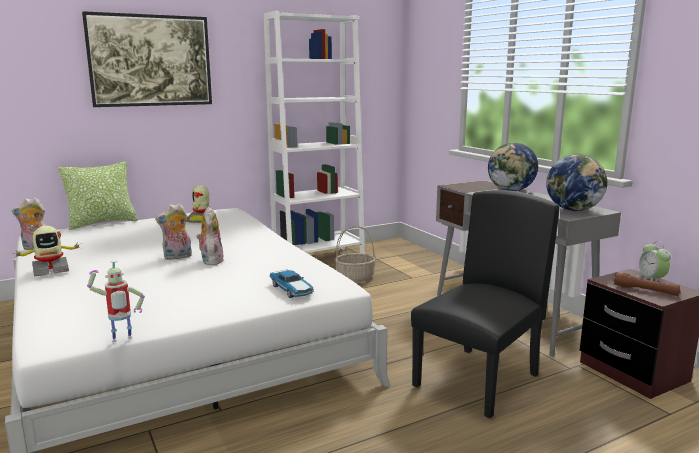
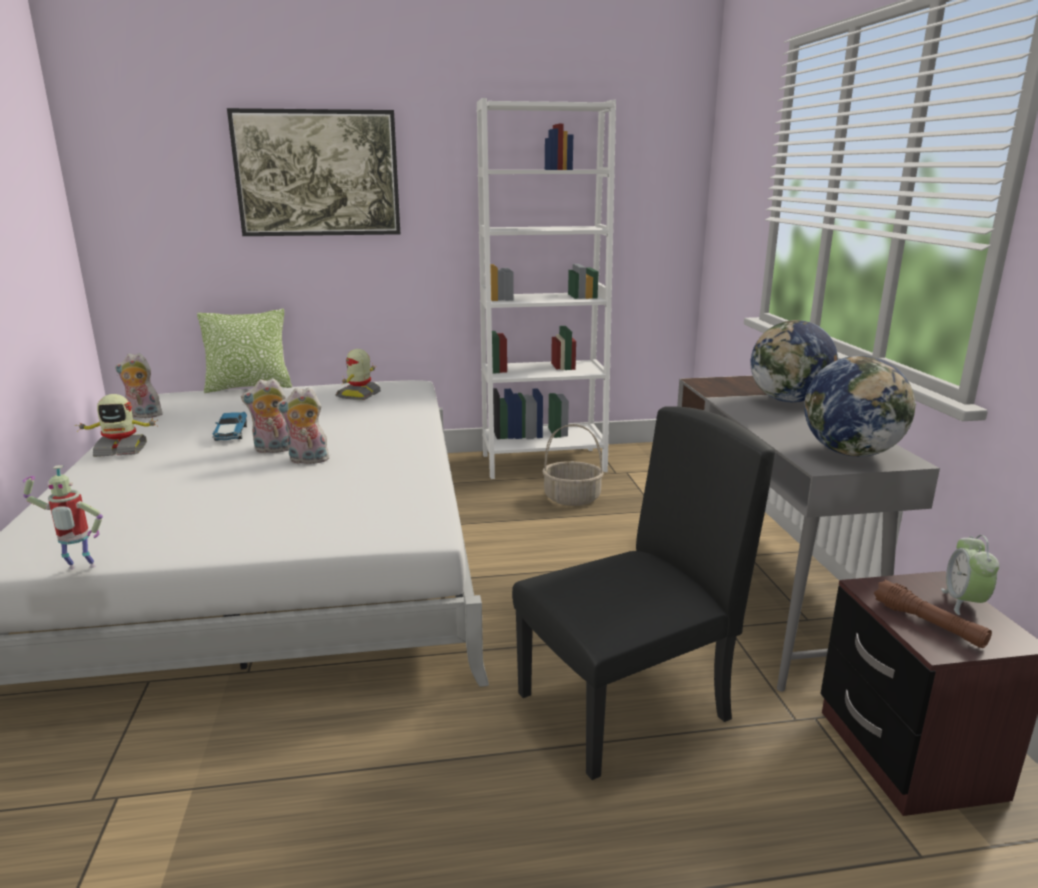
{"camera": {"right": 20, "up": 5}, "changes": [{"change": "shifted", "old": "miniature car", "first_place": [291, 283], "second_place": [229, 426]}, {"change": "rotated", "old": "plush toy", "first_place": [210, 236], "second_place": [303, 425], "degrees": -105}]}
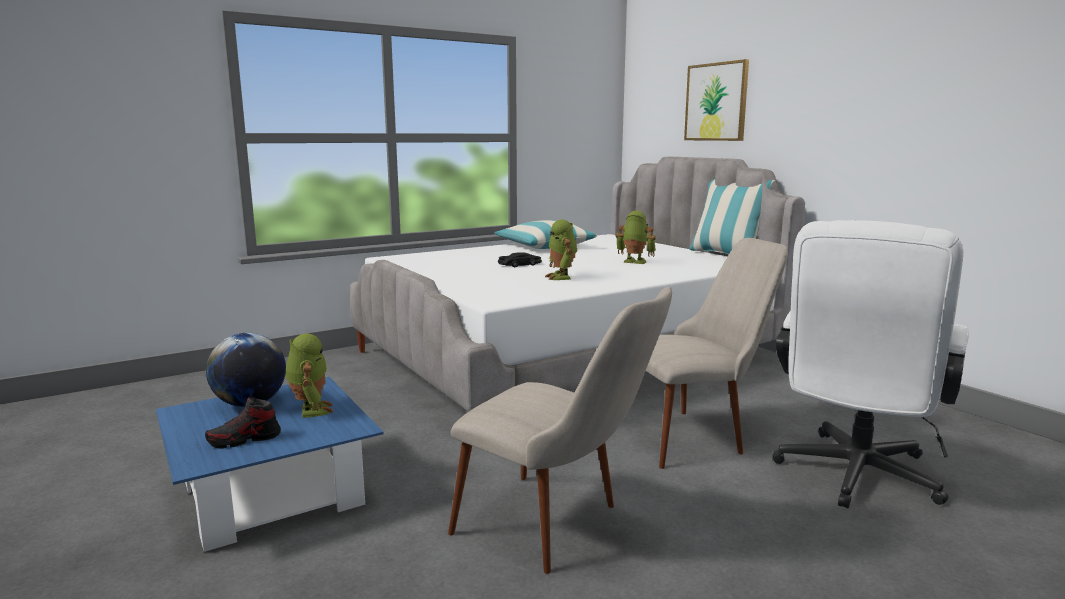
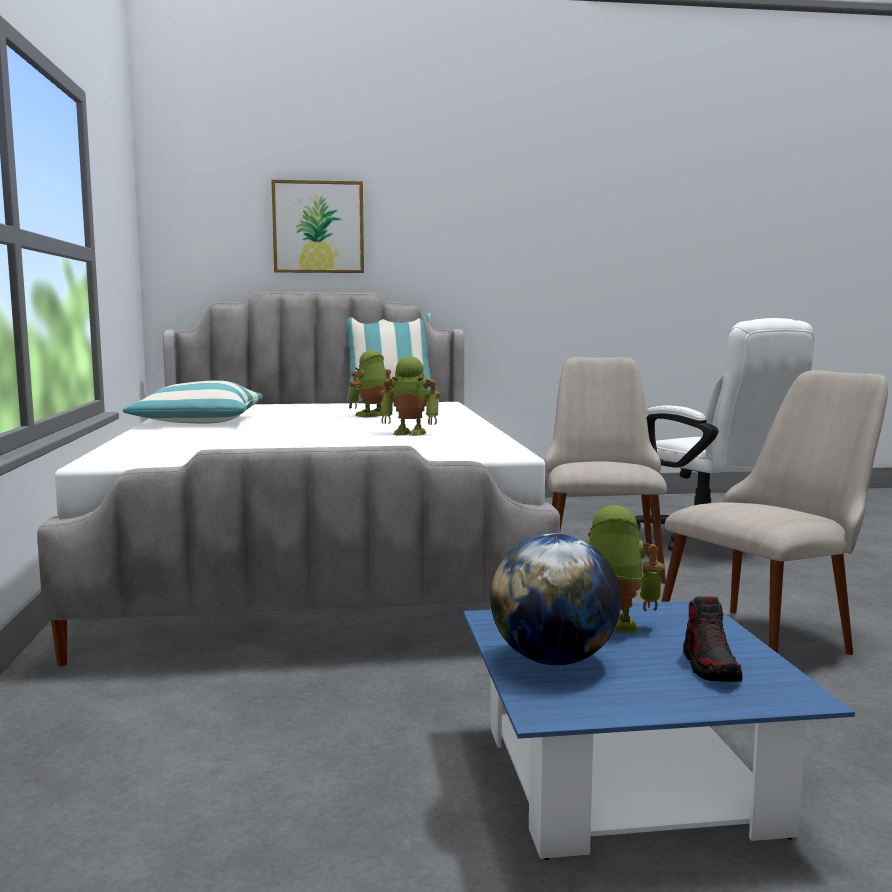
{"camera": {"right": -65, "up": -5}, "changes": [{"change": "gone", "old": "black miniature car", "first_place": [520, 259]}]}
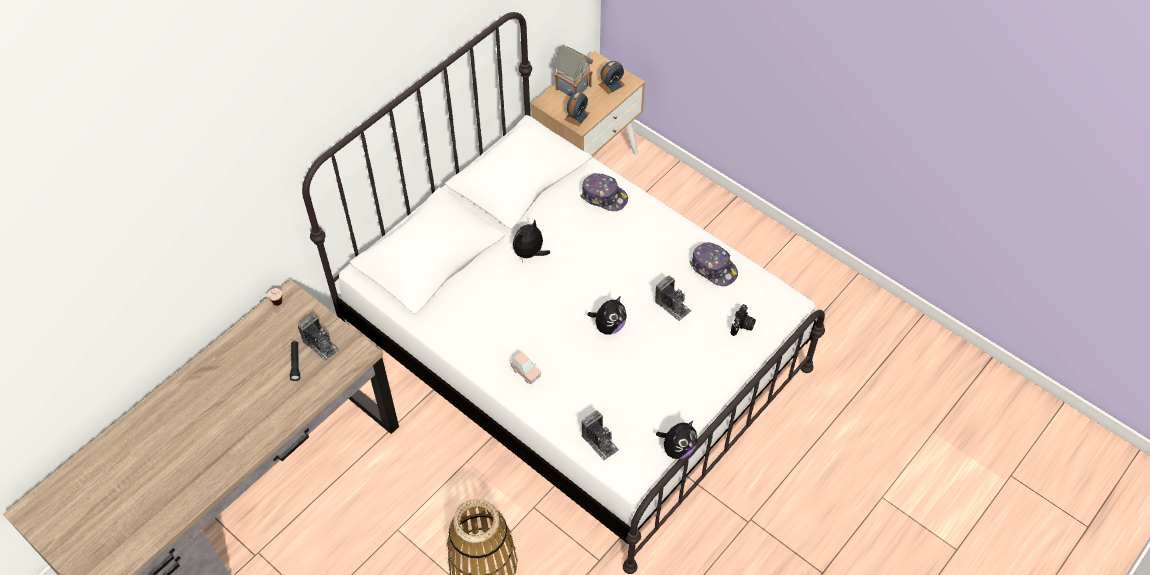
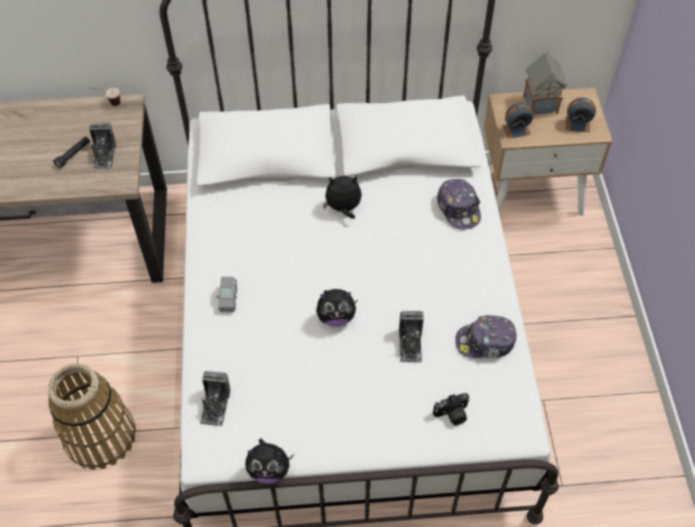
{"camera": {"right": 45, "up": 0}, "changes": [{"change": "repainted", "old": "pink-coloured miniature car", "new": "gray miniature car", "first_place": [525, 368], "second_place": [226, 294]}, {"change": "rotated", "old": "peaked cap", "first_place": [714, 264], "second_place": [486, 336], "degrees": 90}]}
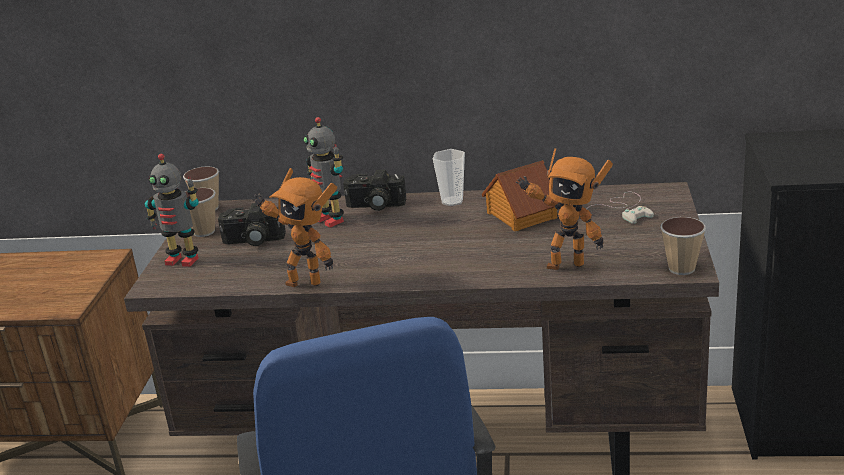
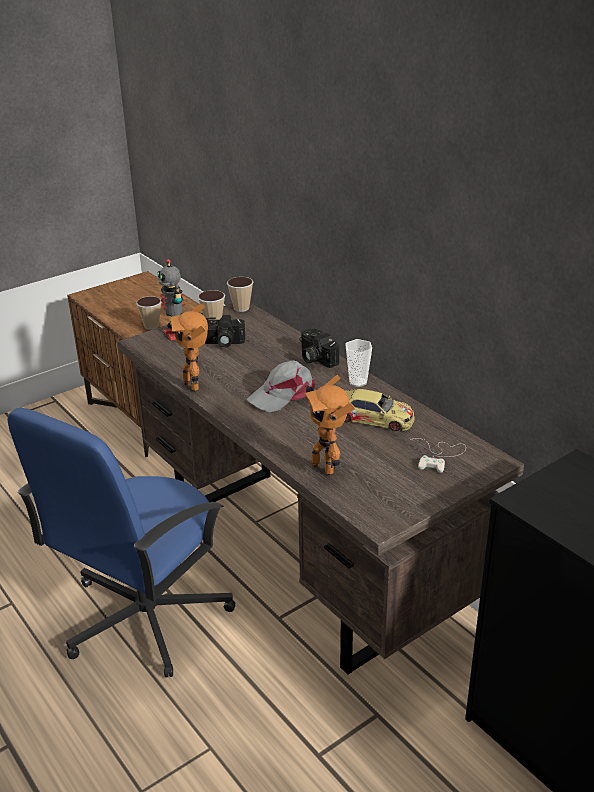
{"camera": {"right": 45, "up": 5}, "changes": [{"change": "shifted", "old": "small cup", "first_place": [683, 246], "second_place": [149, 313]}, {"change": "rotated", "old": "still camera", "first_place": [252, 224], "second_place": [225, 331], "degrees": -45}, {"change": "new", "new": "gray peaked cap", "second_place": [281, 386]}, {"change": "swapped", "old": "miniature house", "new": "miniature car", "first_place": [520, 195], "second_place": [380, 410]}, {"change": "gone", "old": "toy robot", "first_place": [324, 172]}]}
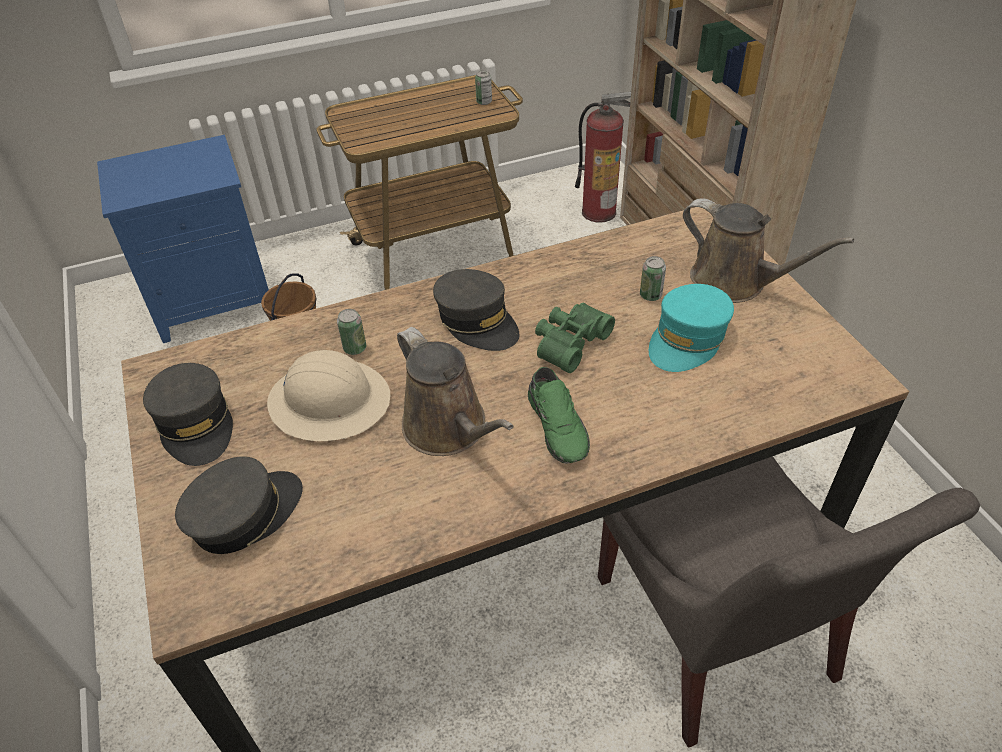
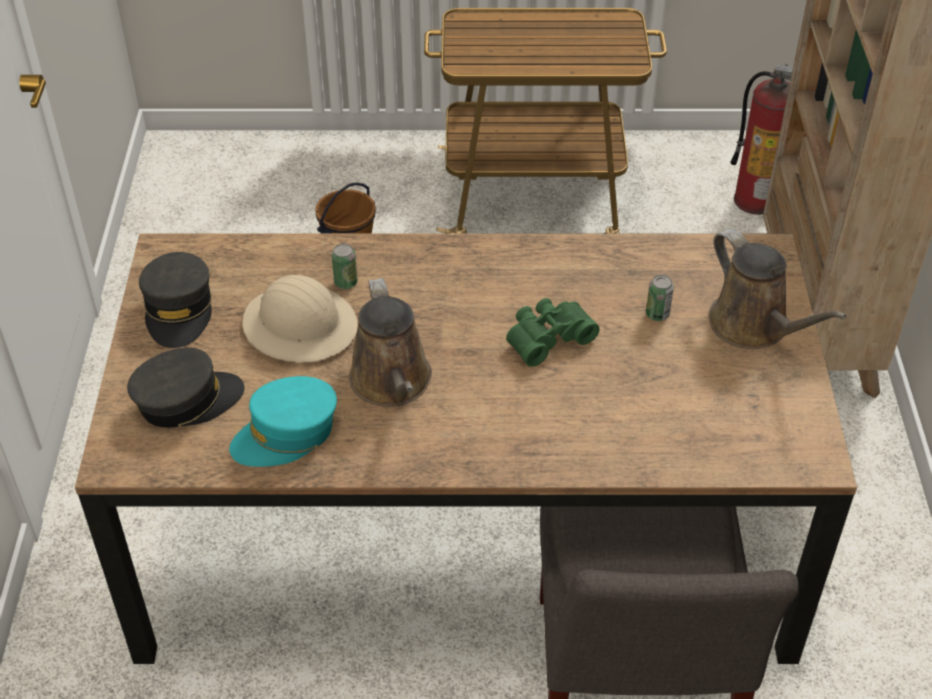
{"camera": {"right": 20, "up": 0}, "changes": [{"change": "shifted", "old": "turquoise-coloured peaked cap", "first_place": [691, 328], "second_place": [283, 421]}, {"change": "gone", "old": "bluish nightstand", "first_place": [183, 239]}, {"change": "gone", "old": "gray peaked cap", "first_place": [476, 310]}, {"change": "gone", "old": "sealed can", "first_place": [483, 88]}, {"change": "gone", "old": "greenish low shoe", "first_place": [559, 415]}]}
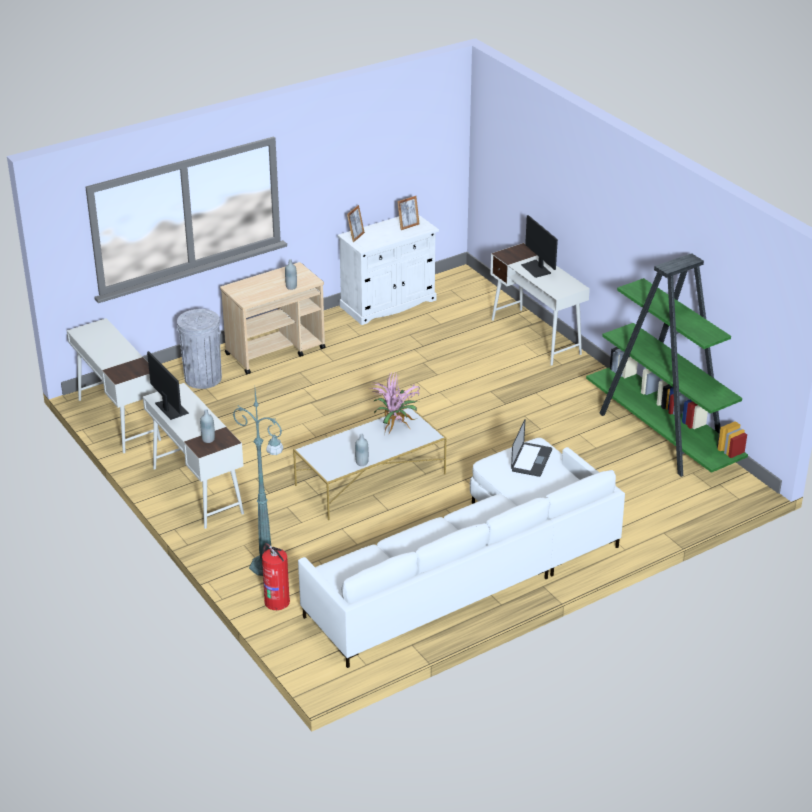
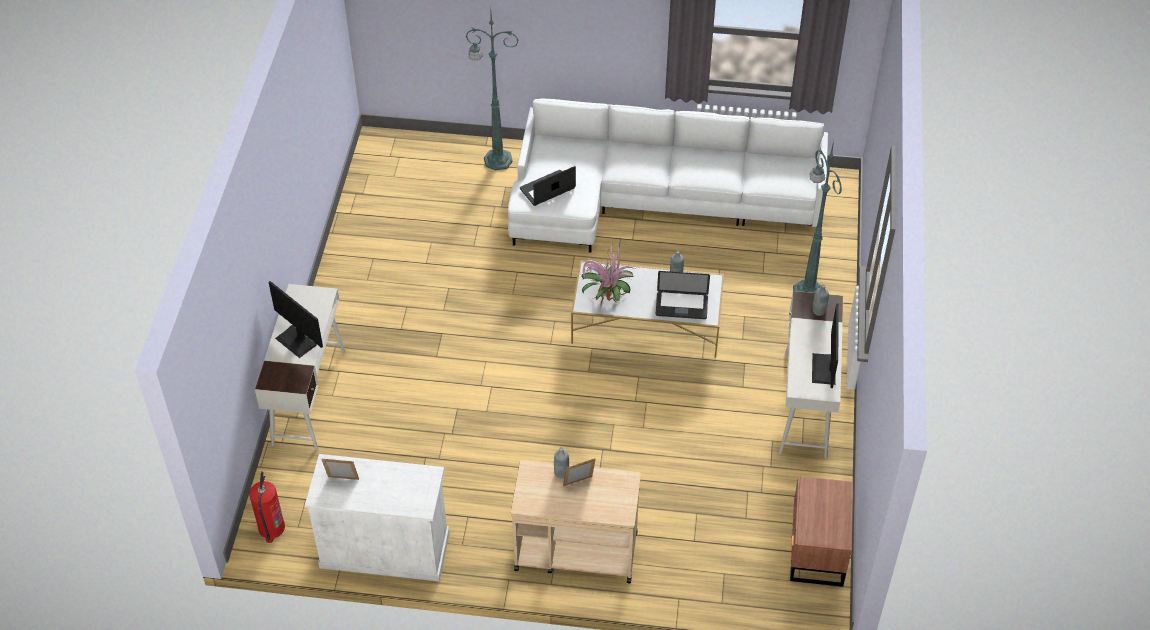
{"camera": {"right": -140, "up": 15}, "changes": [{"change": "shifted", "old": "fire extinguisher", "first_place": [276, 576], "second_place": [267, 507]}, {"change": "rotated", "old": "computer display", "first_place": [539, 246], "second_place": [295, 319], "degrees": 120}, {"change": "new", "new": "greenish standard lamp", "second_place": [492, 87]}, {"change": "shifted", "old": "standing frame", "first_place": [356, 223], "second_place": [579, 472]}, {"change": "new", "new": "notebook computer", "second_place": [683, 295]}, {"change": "swapped", "old": "white-coloured desk unit", "new": "brown-coloured nightstand", "first_place": [114, 385], "second_place": [821, 531]}, {"change": "gone", "old": "gray waste bin", "first_place": [199, 349]}, {"change": "gone", "old": "greenish bookshelf", "first_place": [667, 365]}]}
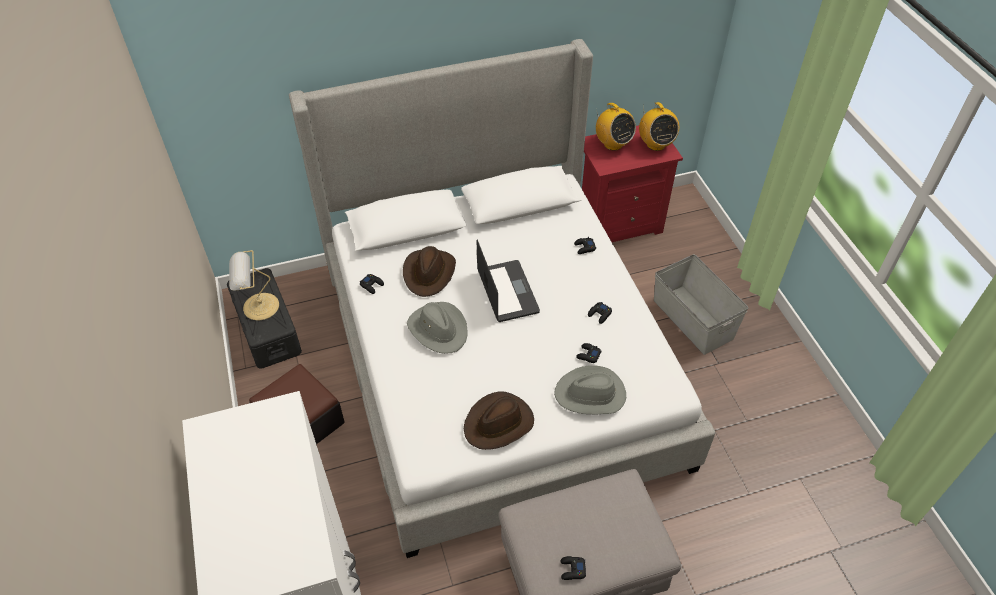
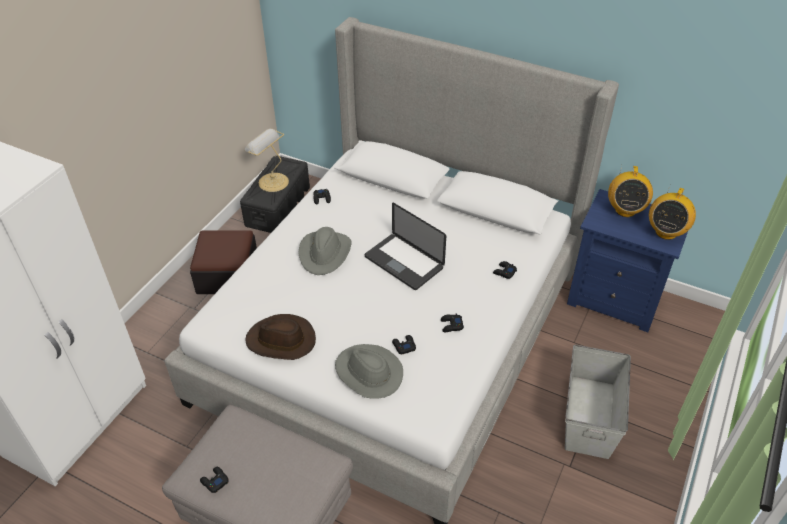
{"camera": {"right": 45, "up": -5}, "changes": [{"change": "rotated", "old": "notebook computer", "first_place": [508, 281], "second_place": [405, 246], "degrees": 105}, {"change": "repainted", "old": "reddish nightstand", "new": "bluish nightstand", "first_place": [632, 183], "second_place": [627, 260]}, {"change": "gone", "old": "brown-coloured hat", "first_place": [429, 271]}]}
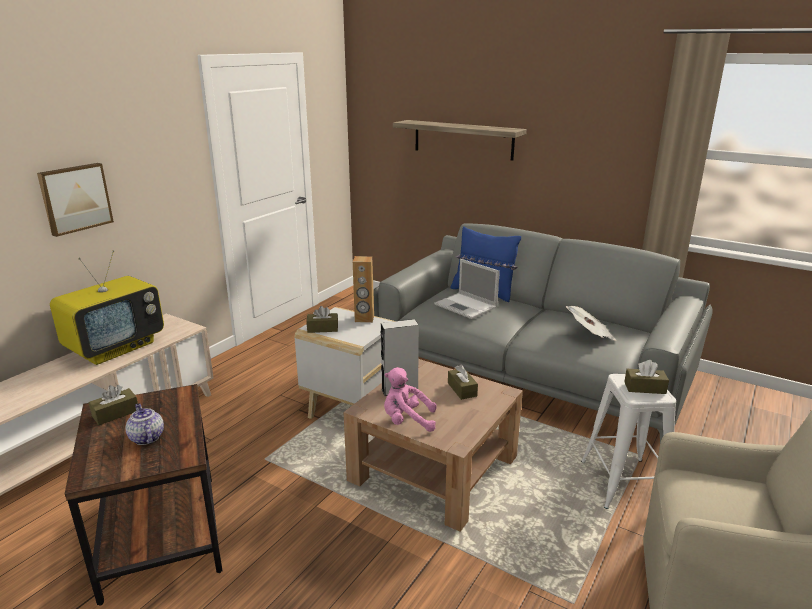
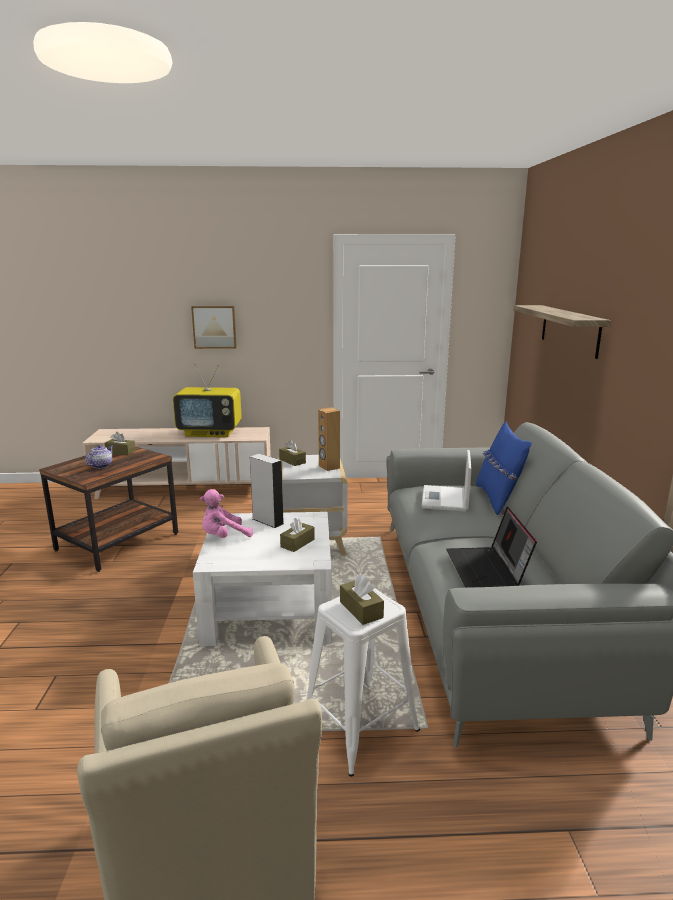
{"camera": {"right": 55, "up": -5}, "changes": [{"change": "repainted", "old": "brown-coloured low table", "new": "white-coloured low table", "first_place": [433, 445], "second_place": [262, 579]}, {"change": "rotated", "old": "pink-coloured plush toy", "first_place": [410, 399], "second_place": [226, 513], "degrees": -90}, {"change": "swapped", "old": "newspaper", "new": "notebook computer", "first_place": [591, 323], "second_place": [491, 547]}]}
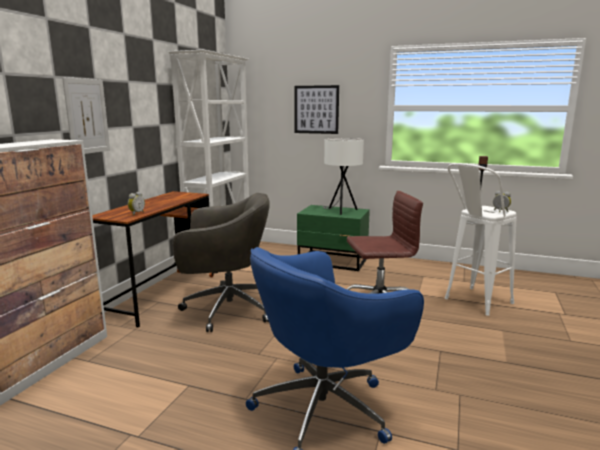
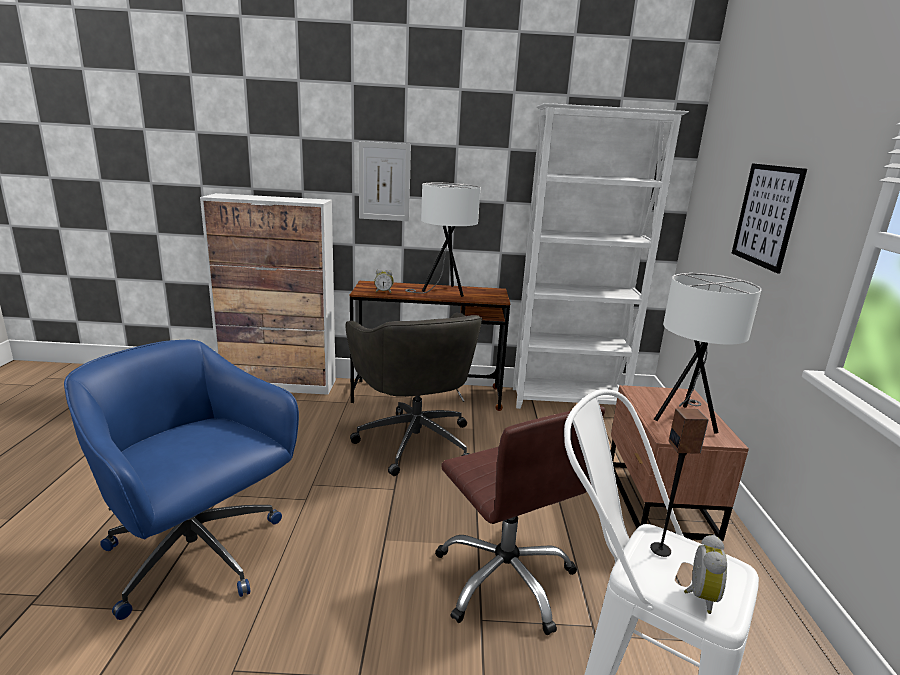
{"camera": {"right": 70, "up": 5}, "changes": [{"change": "new", "new": "white-coloured table lamp", "second_place": [443, 240]}, {"change": "repainted", "old": "greenish nightstand", "new": "brown-coloured nightstand", "first_place": [333, 238], "second_place": [680, 463]}]}
